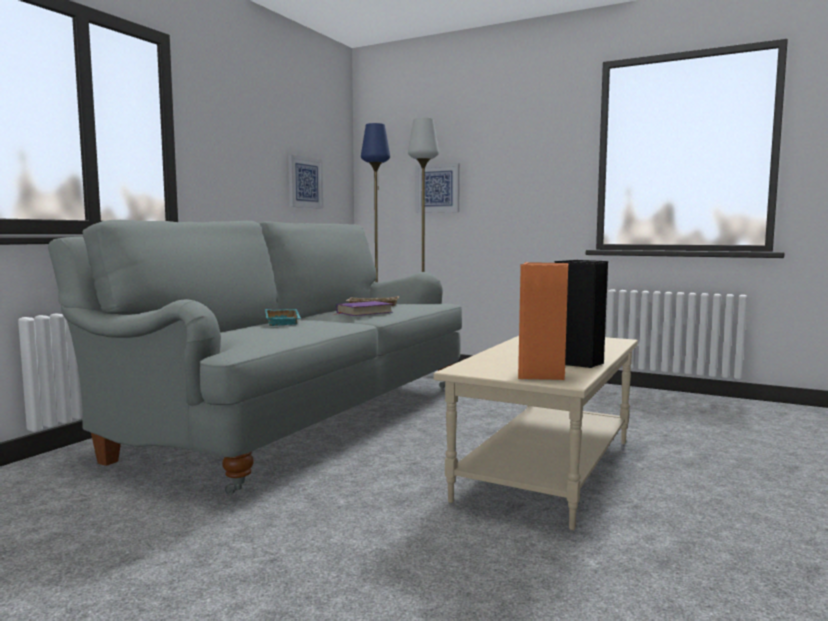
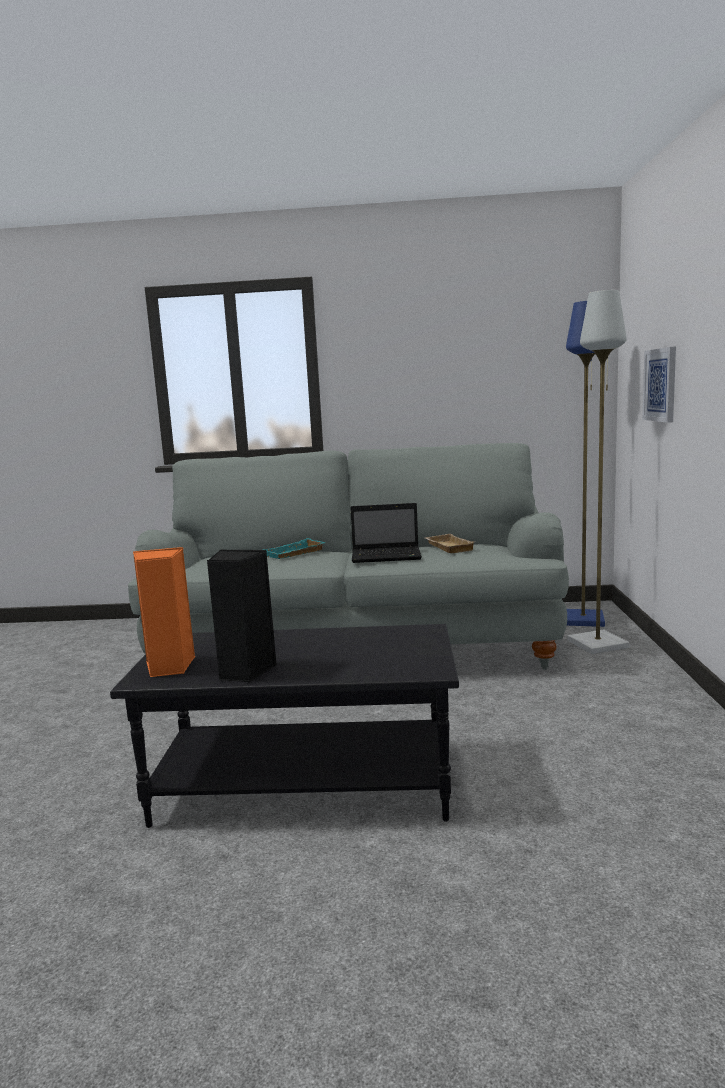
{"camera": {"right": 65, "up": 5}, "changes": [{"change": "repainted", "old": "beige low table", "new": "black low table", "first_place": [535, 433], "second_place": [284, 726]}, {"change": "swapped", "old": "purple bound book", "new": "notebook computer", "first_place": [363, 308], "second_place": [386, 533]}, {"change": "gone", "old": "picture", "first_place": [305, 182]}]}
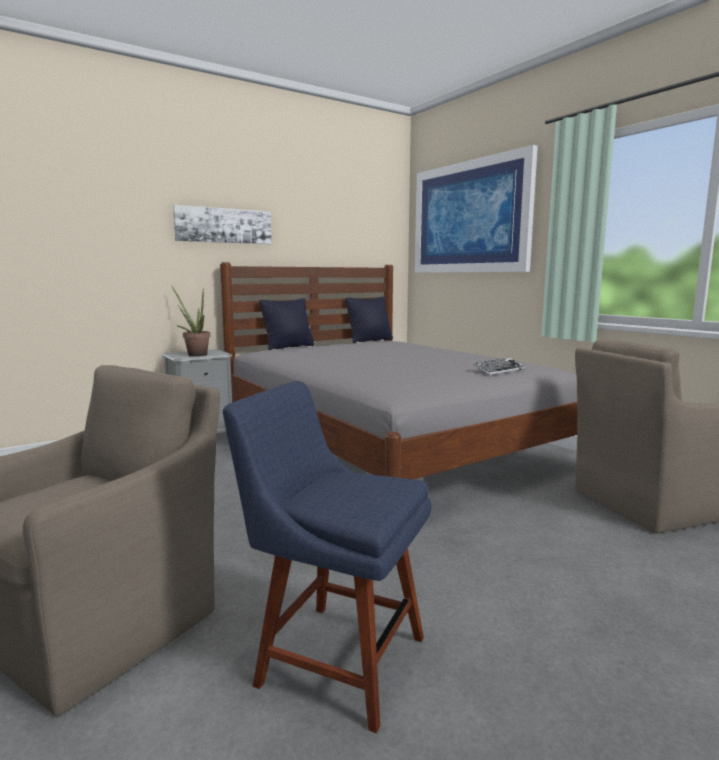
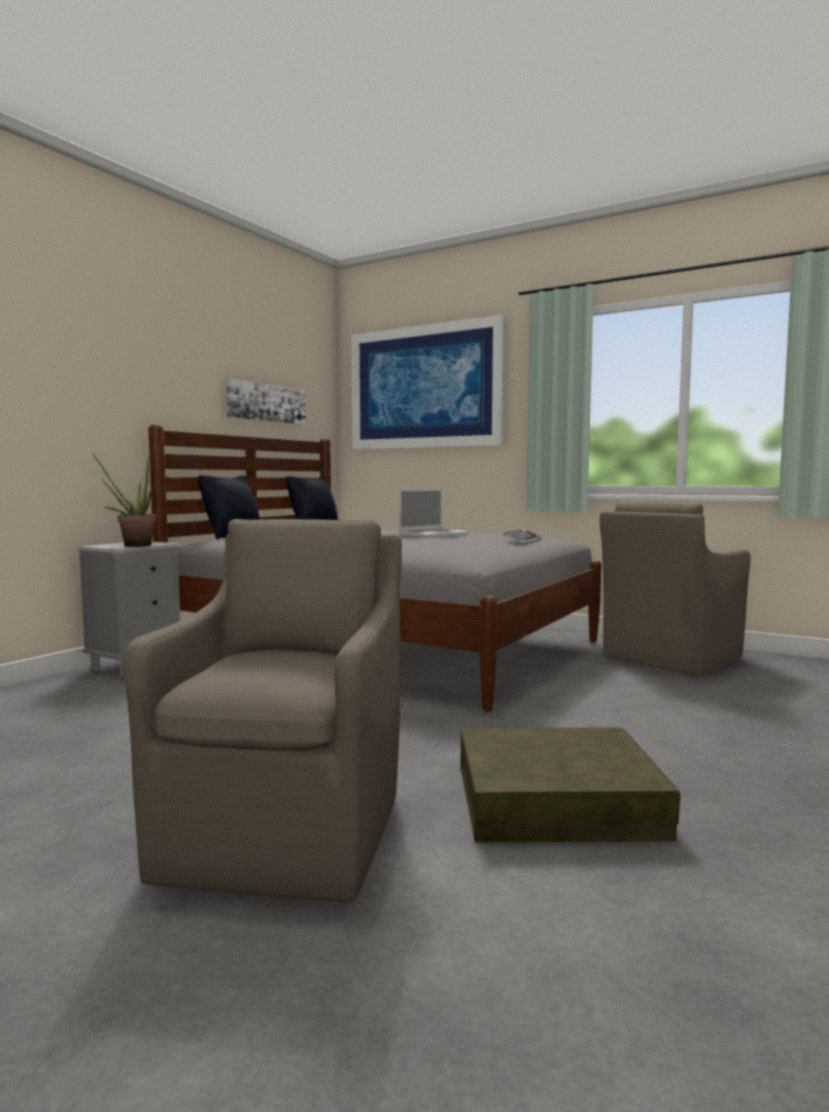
{"camera": {"right": -25, "up": -5}, "changes": [{"change": "shifted", "old": "picture", "first_place": [222, 224], "second_place": [266, 401]}, {"change": "new", "new": "notebook computer", "second_place": [434, 513]}, {"change": "swapped", "old": "bluish chair", "new": "brown-coloured storage container", "first_place": [327, 557], "second_place": [570, 784]}]}
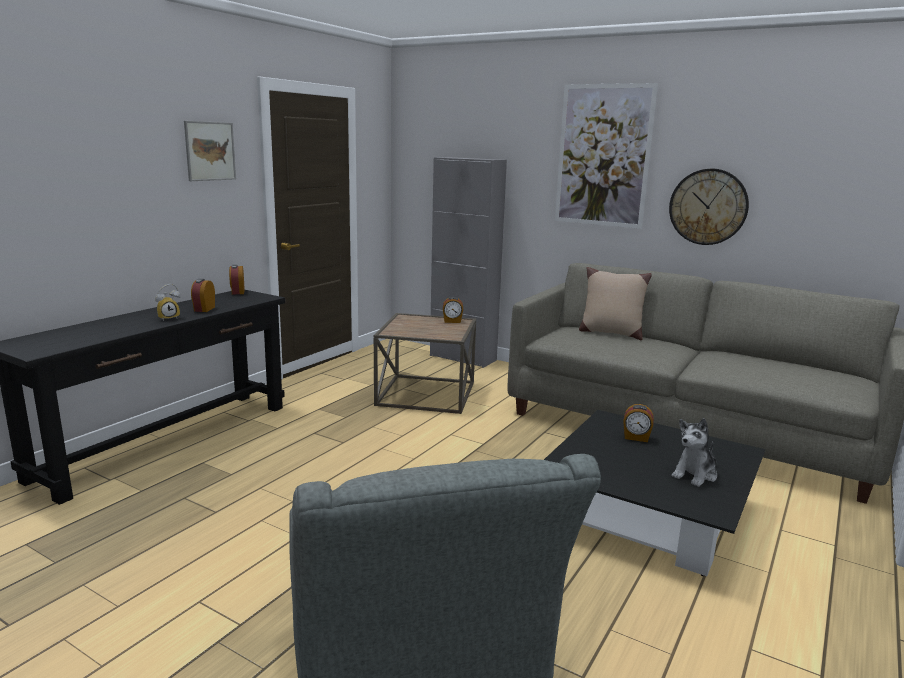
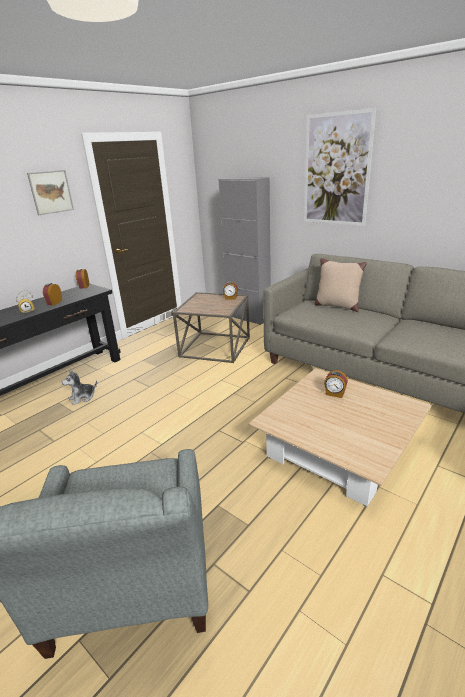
{"camera": {"right": 10, "up": 10}, "changes": [{"change": "shifted", "old": "plush toy", "first_place": [694, 452], "second_place": [79, 387]}, {"change": "repainted", "old": "black low table", "new": "beige low table", "first_place": [654, 493], "second_place": [340, 437]}, {"change": "gone", "old": "clock on the wall", "first_place": [709, 207]}]}
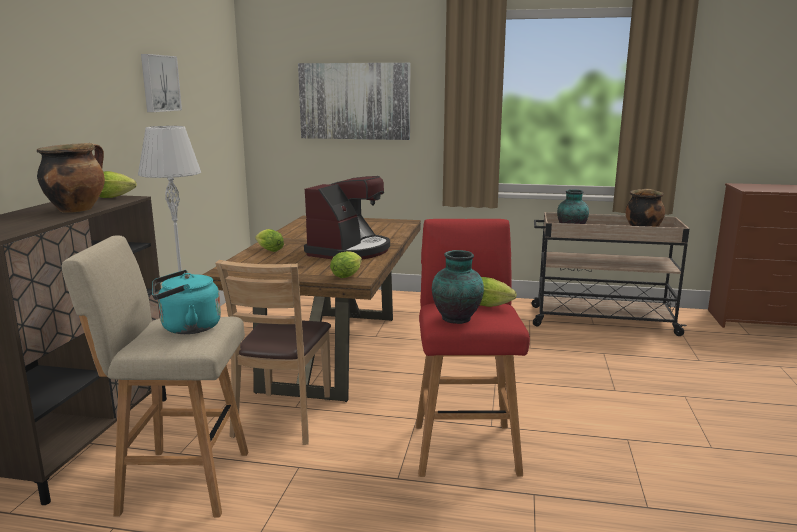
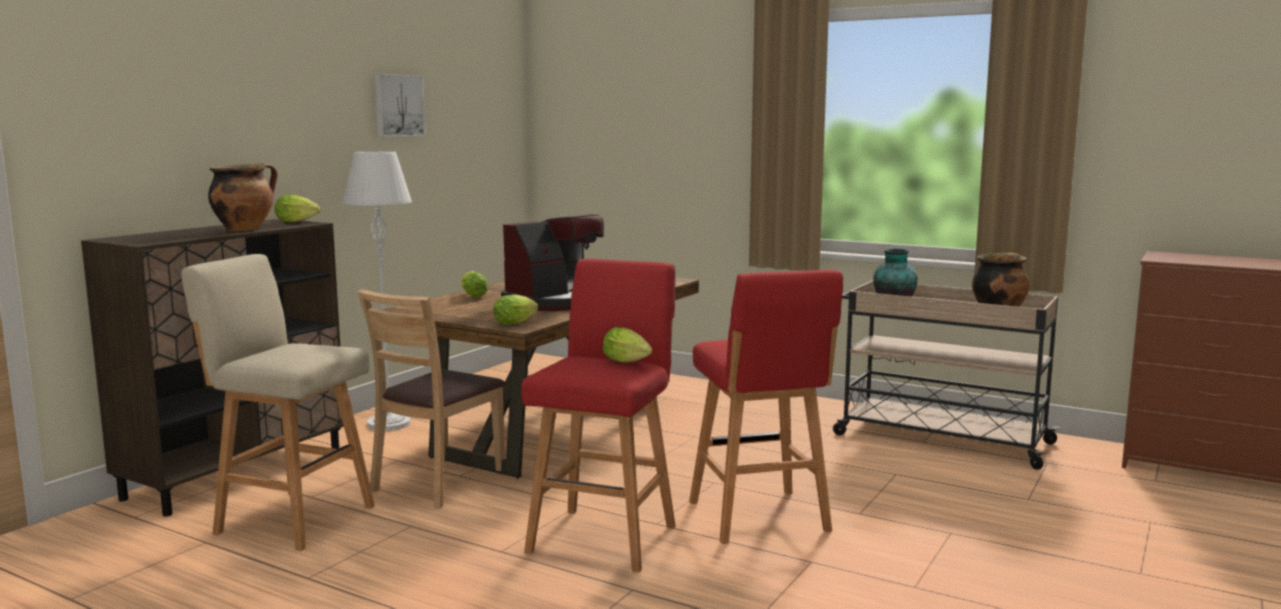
{"camera": {"right": 20, "up": -5}, "changes": [{"change": "new", "new": "reddish stool seat", "second_place": [766, 407]}, {"change": "gone", "old": "turquoise-coloured kettle", "first_place": [186, 302]}, {"change": "gone", "old": "picture", "first_place": [354, 101]}, {"change": "gone", "old": "flower vase", "first_place": [458, 287]}]}
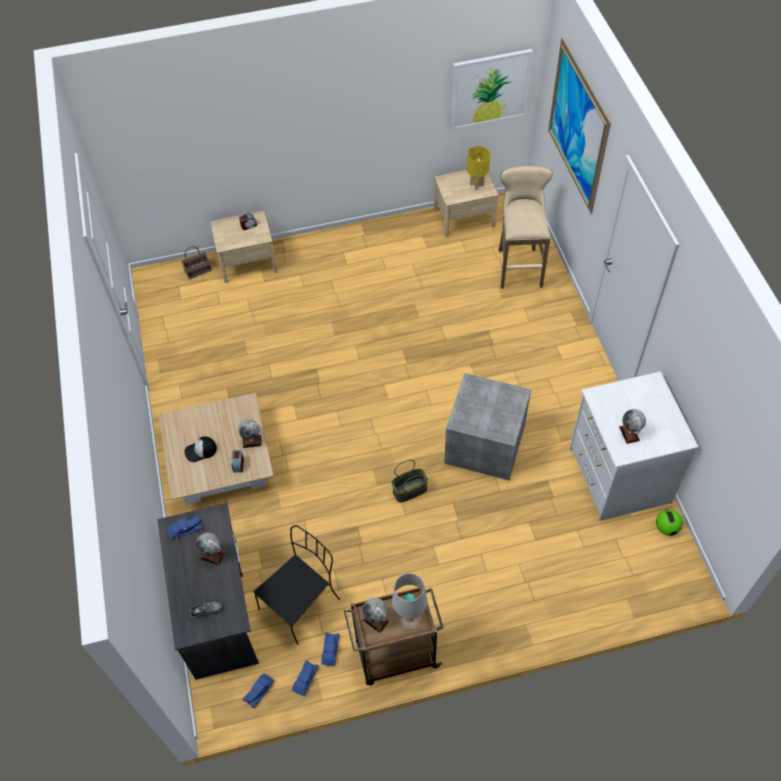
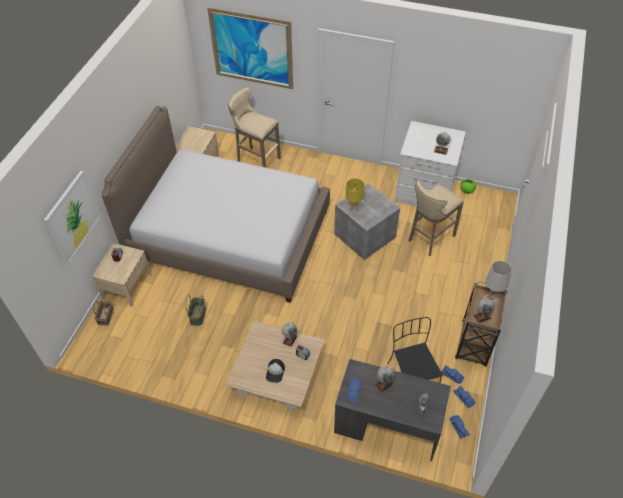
{"camera": {"right": -60, "up": -5}, "changes": [{"change": "shifted", "old": "picture", "first_place": [492, 89], "second_place": [72, 218]}, {"change": "new", "new": "sleeping bed", "second_place": [215, 204]}, {"change": "shifted", "old": "storage basket", "first_place": [409, 481], "second_place": [195, 310]}, {"change": "shifted", "old": "yellow-coloured table lamp", "first_place": [478, 168], "second_place": [355, 194]}, {"change": "new", "new": "beige stool seat", "second_place": [436, 218]}]}
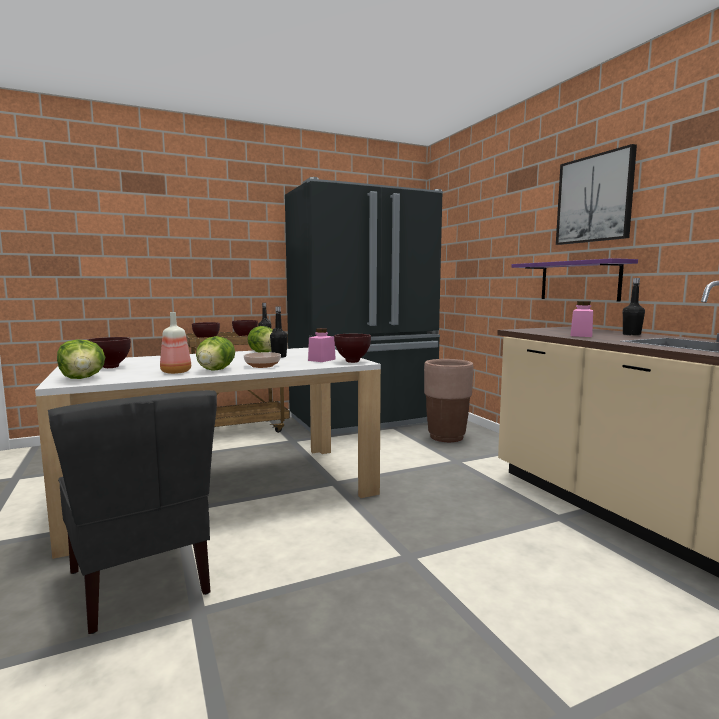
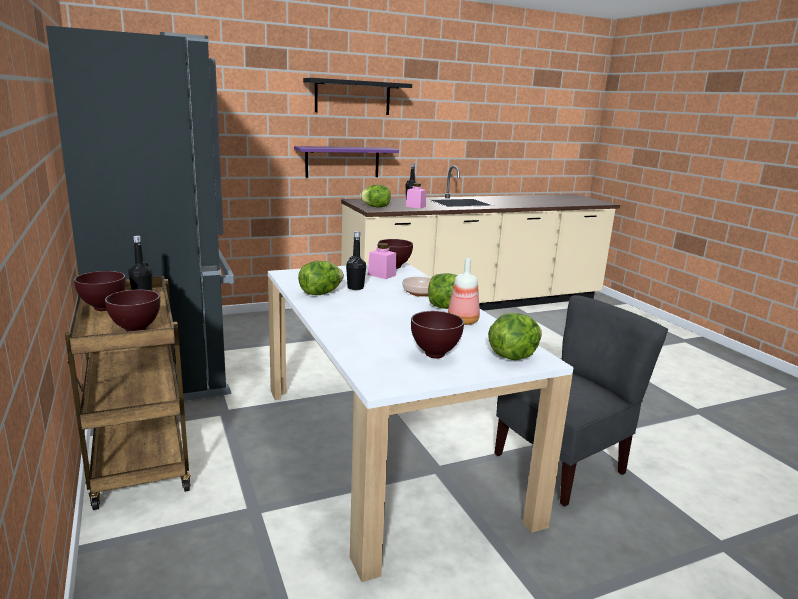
{"camera": {"right": -90, "up": 10}, "changes": [{"change": "swapped", "old": "picture", "new": "black bracket shelf", "first_place": [596, 194], "second_place": [357, 96]}, {"change": "new", "new": "lettuce", "second_place": [375, 196]}, {"change": "gone", "old": "brown-coloured plant pot", "first_place": [448, 400]}]}
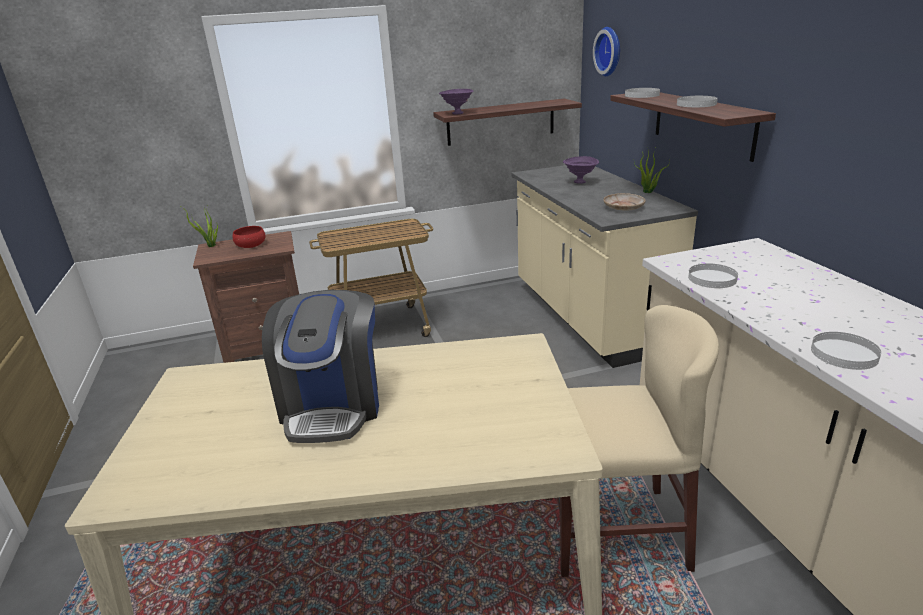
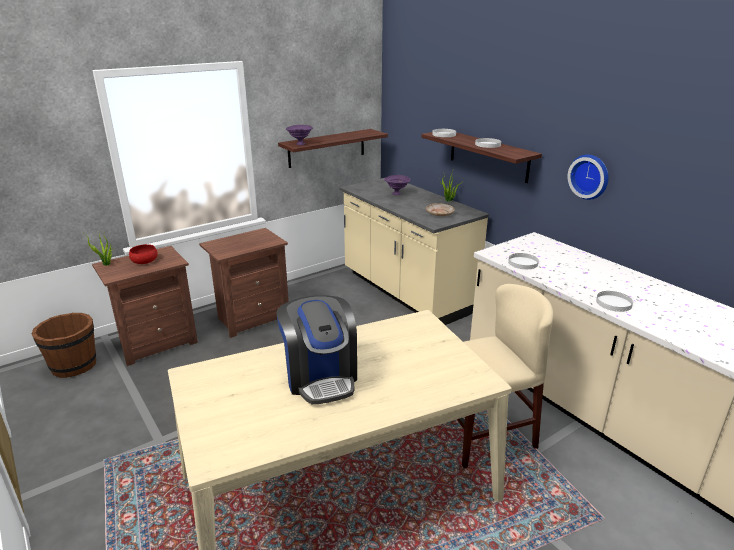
{"camera": {"right": -20, "up": 0}, "changes": [{"change": "new", "new": "brown-coloured pail", "second_place": [63, 345]}, {"change": "swapped", "old": "trolley", "new": "brown-coloured nightstand", "first_place": [371, 278], "second_place": [244, 283]}, {"change": "shifted", "old": "clock on the wall", "first_place": [606, 51], "second_place": [588, 177]}]}
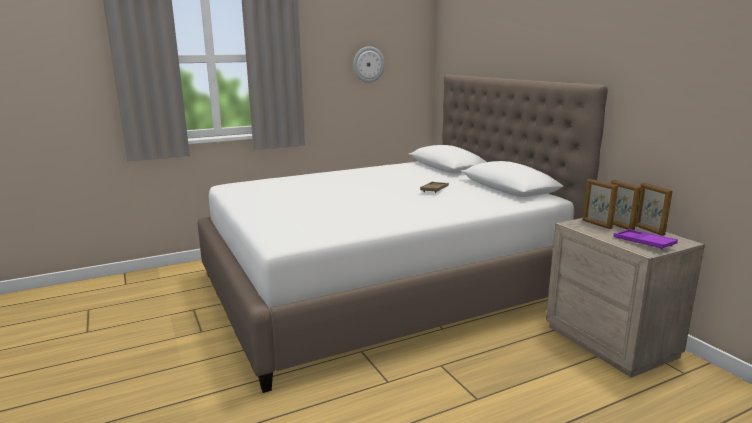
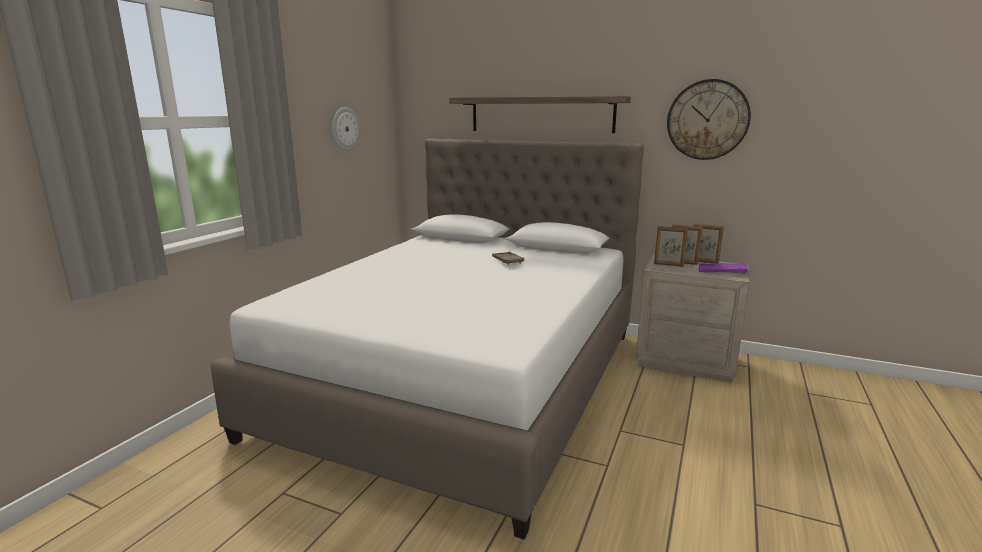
{"camera": {"right": -40, "up": 0}, "changes": [{"change": "new", "new": "bracket shelf", "second_place": [540, 114]}, {"change": "new", "new": "clock on the wall", "second_place": [709, 119]}]}
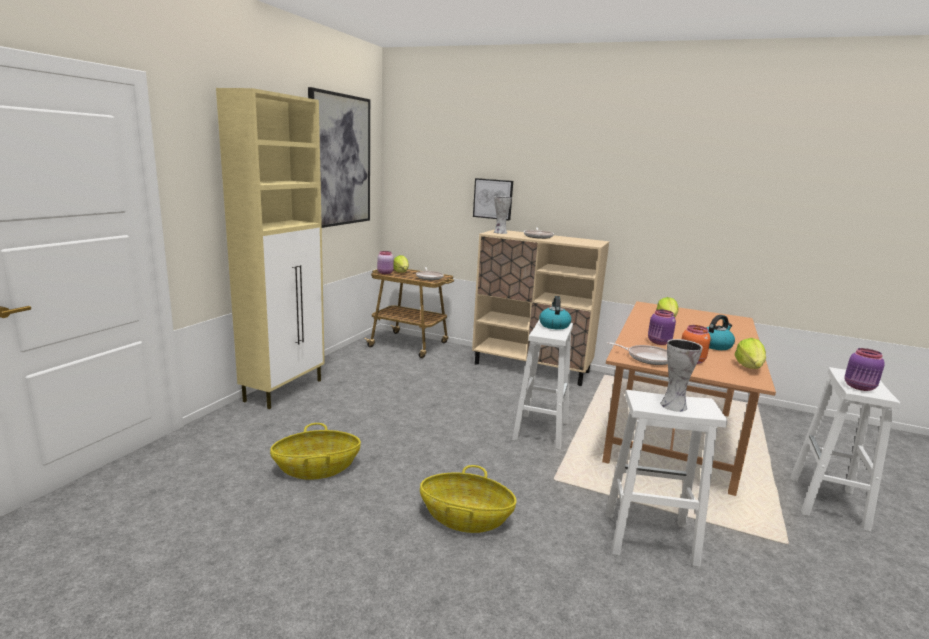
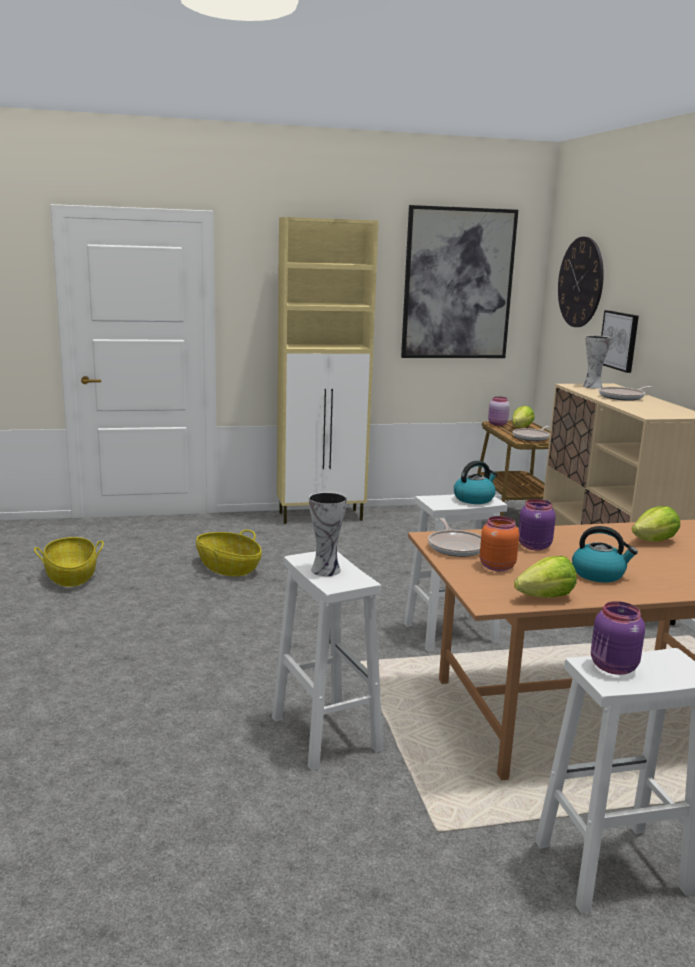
{"camera": {"right": 55, "up": 0}, "changes": [{"change": "shifted", "old": "storage basket", "first_place": [468, 499], "second_place": [69, 562]}, {"change": "new", "new": "clock on the wall", "second_place": [581, 282]}]}
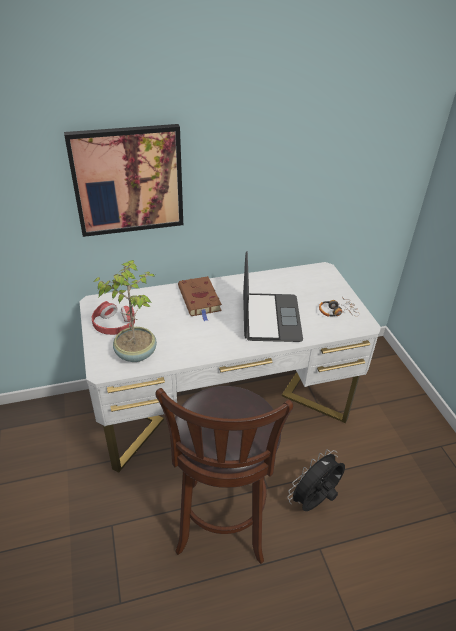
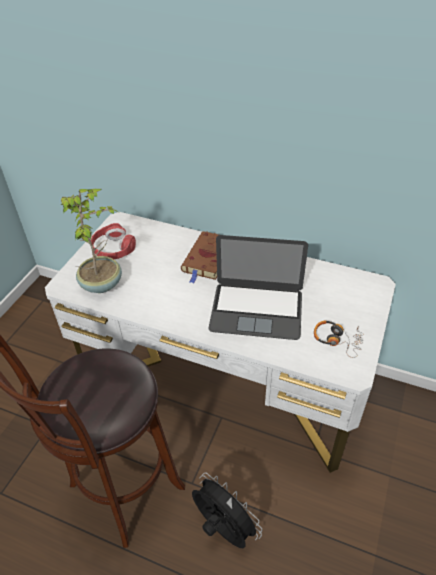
{"camera": {"right": 40, "up": 5}, "changes": [{"change": "rotated", "old": "black electric fan", "first_place": [316, 480], "second_place": [227, 510], "degrees": 45}, {"change": "rotated", "old": "notebook computer", "first_place": [273, 296], "second_place": [258, 287], "degrees": 60}, {"change": "gone", "old": "picture", "first_place": [123, 180]}]}
